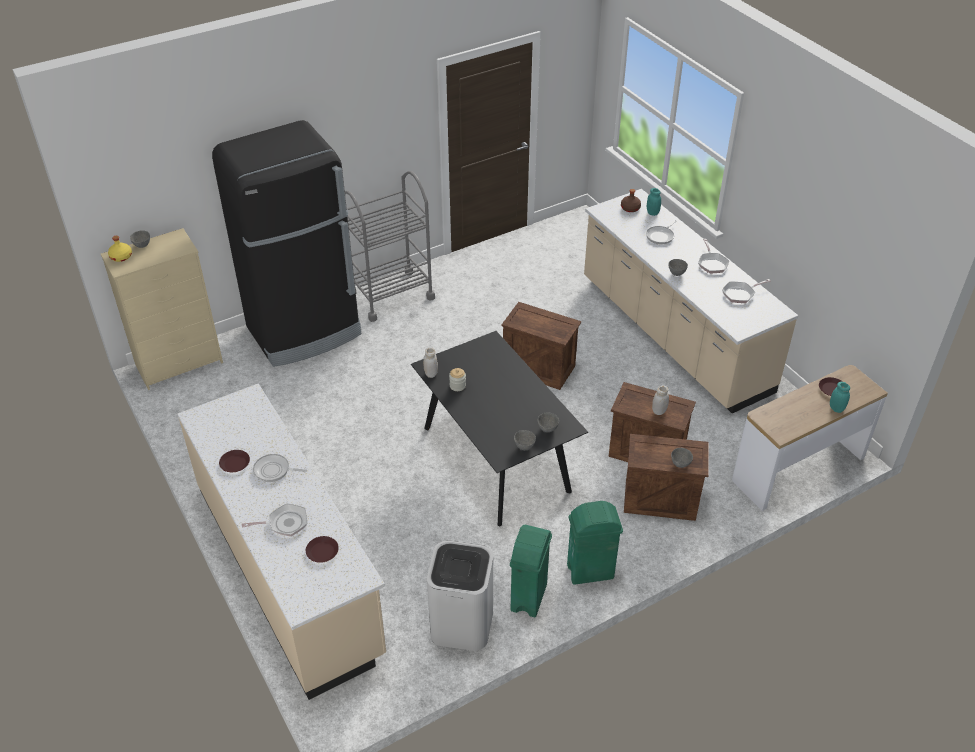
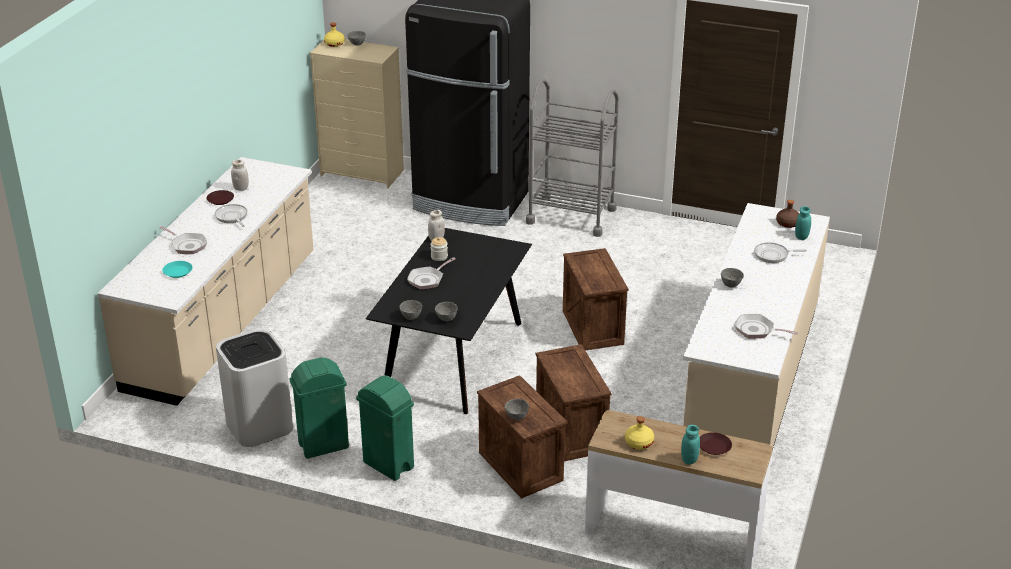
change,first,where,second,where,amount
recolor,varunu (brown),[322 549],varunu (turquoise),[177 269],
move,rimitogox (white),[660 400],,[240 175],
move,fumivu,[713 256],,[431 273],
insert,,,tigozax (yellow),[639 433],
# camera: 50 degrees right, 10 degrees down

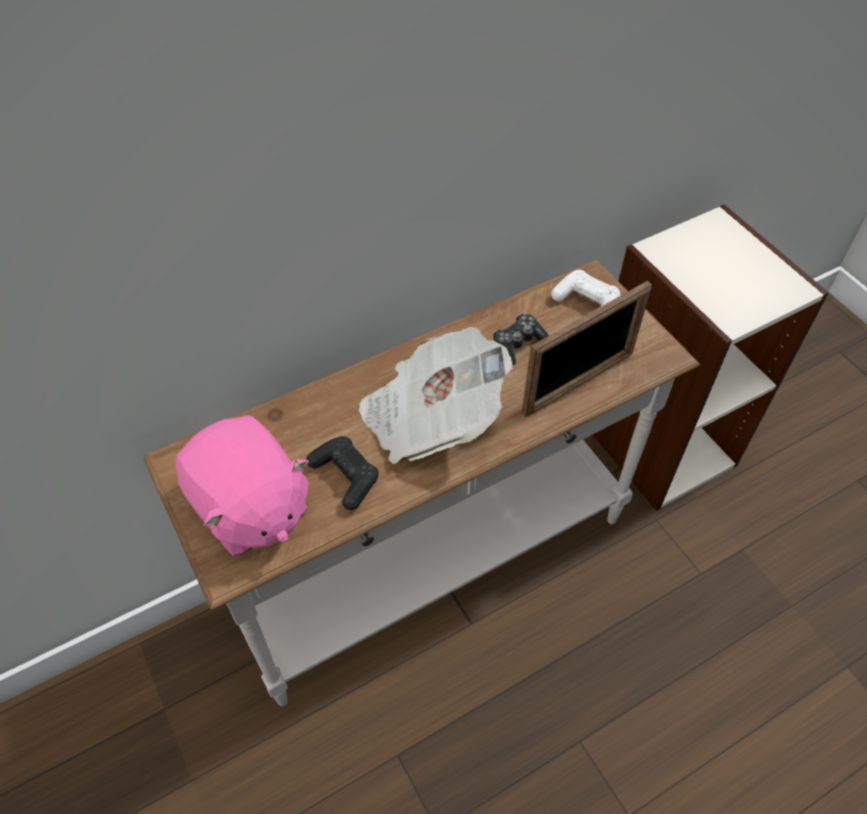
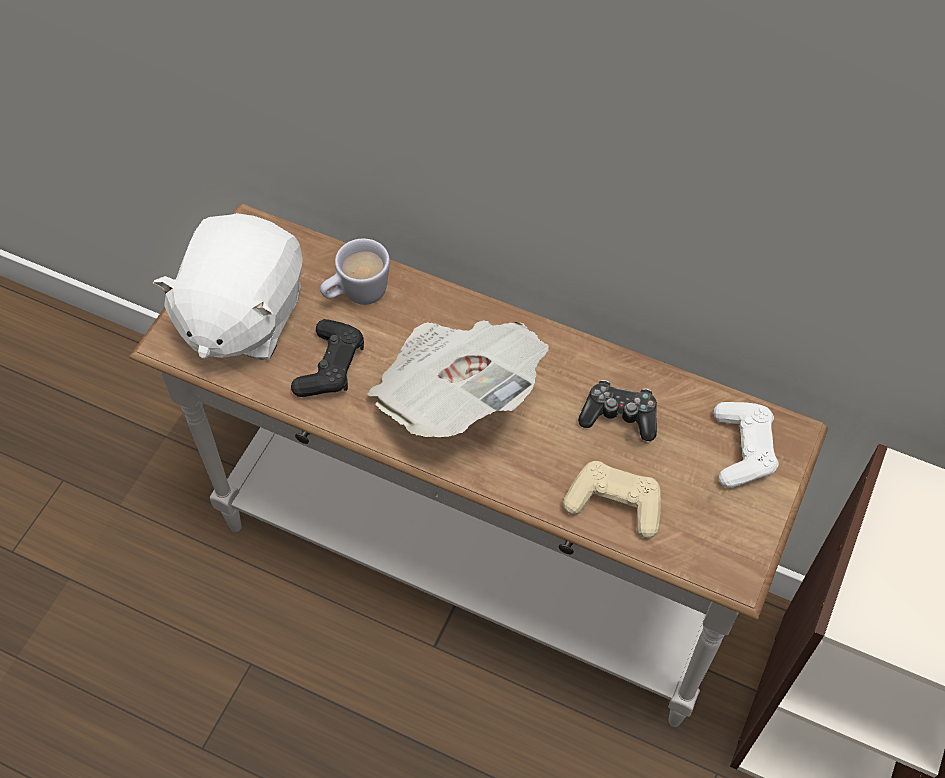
change,first,where,second,where,amount
recolor,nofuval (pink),[242 486],nofuval (white),[228 286],
replace,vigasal,[587 349],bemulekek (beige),[612 499],
insert,,,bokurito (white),[355 271],
# camera: 55 degrees right, 5 degrees up

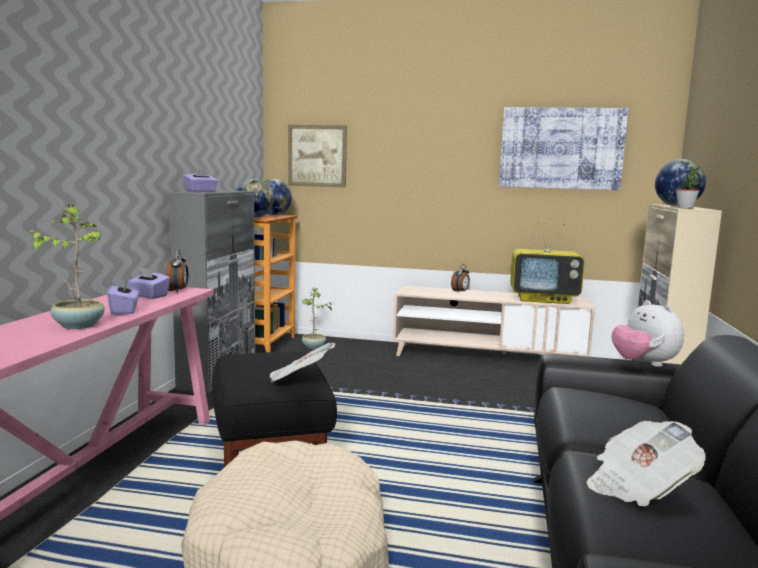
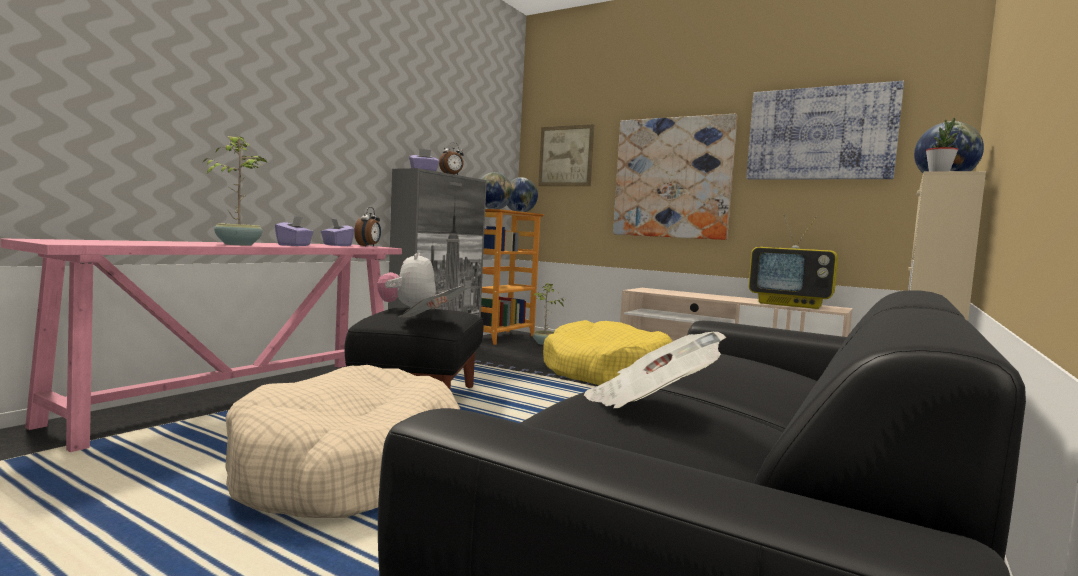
change,first,where,second,where,amount
move,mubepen,[460 278],,[451 158],
move,nofuval,[648 333],,[406 280],
insert,,,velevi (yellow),[608 352],
insert,,,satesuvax,[675 177],
# camera: 20 degrees right, 5 degrees down

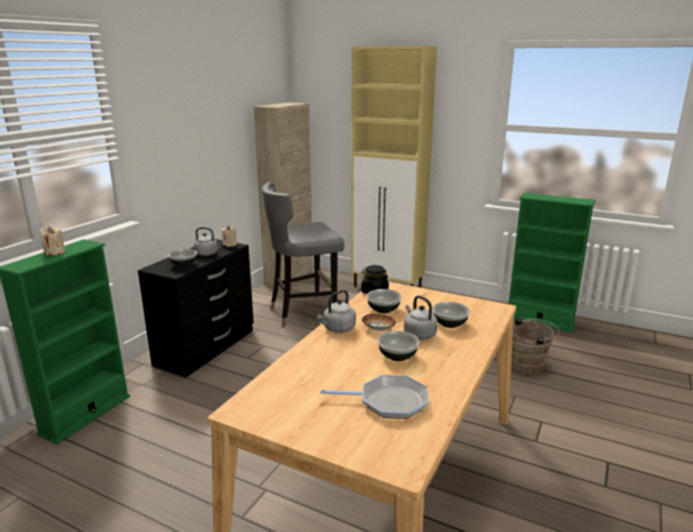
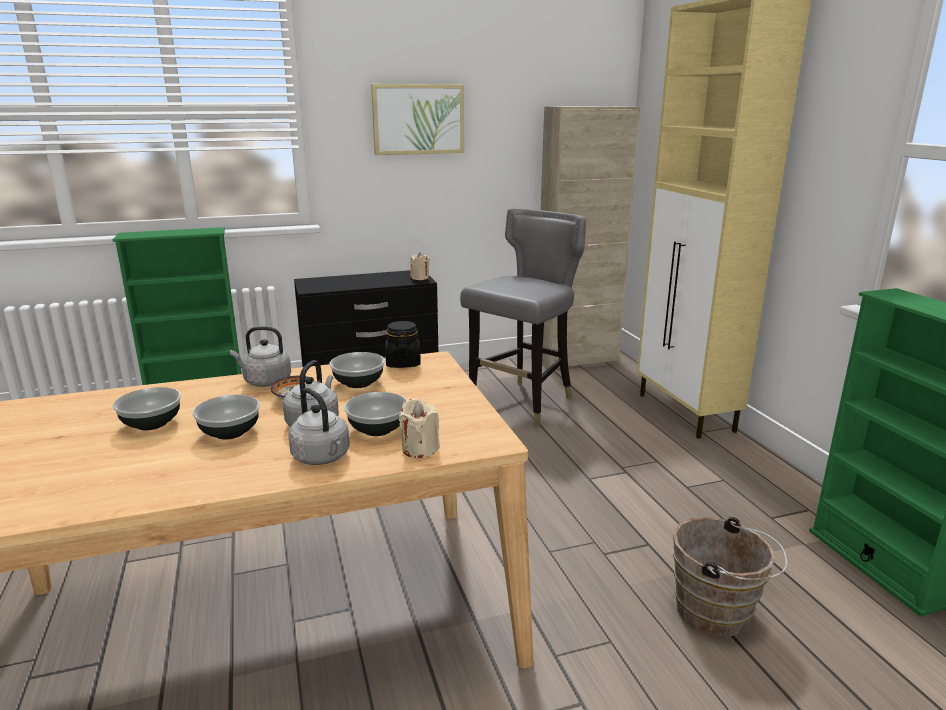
change,first,where,second,where,amount
move,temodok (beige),[52 241],,[419 428],
move,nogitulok,[182 258],,[147 408],
move,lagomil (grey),[208 241],,[319 426],
rotate,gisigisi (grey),[303 255],,[523 317],105 degrees clockwise
delete,fumivu,[374 397],,,
insert,,,satesuvax,[417 119],
# camera: 45 degrees right, 0 degrees up

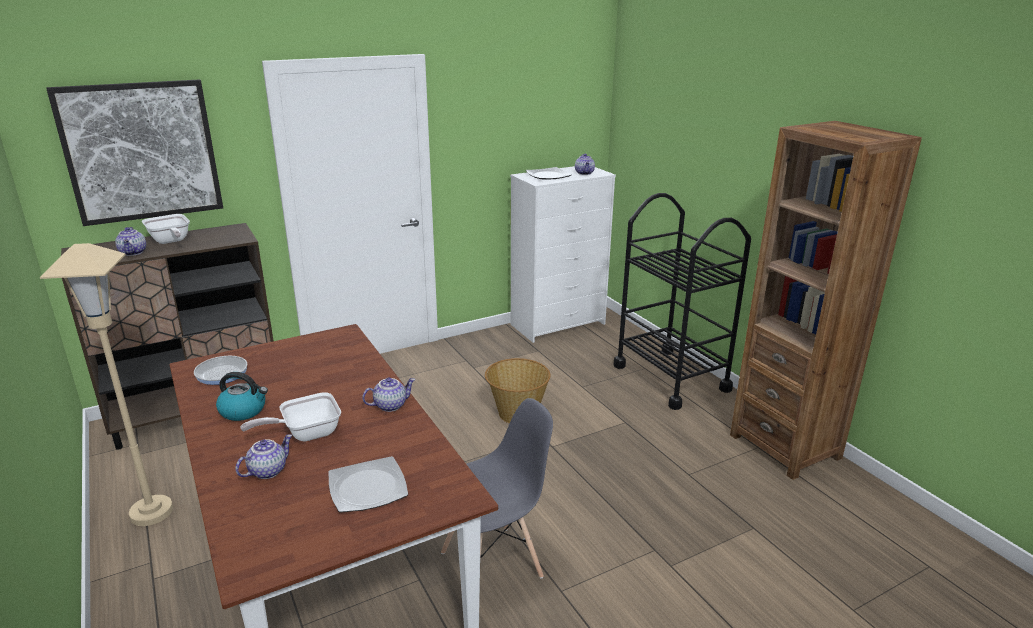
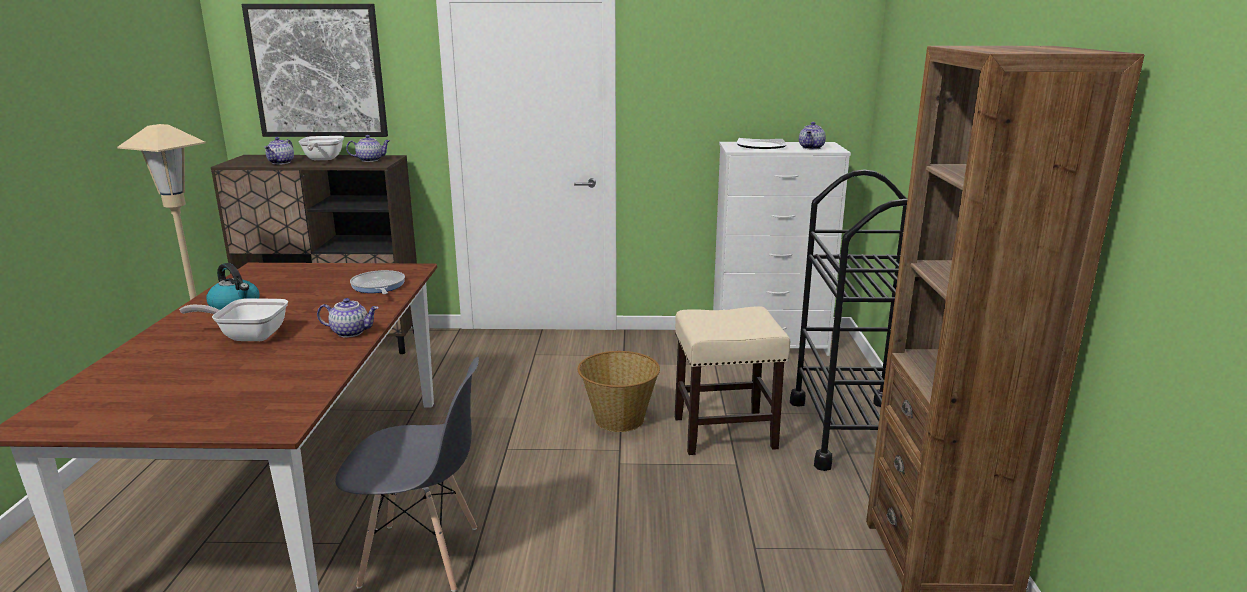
change,first,where,second,where,amount
move,fumivu,[220 370],,[377 282],
move,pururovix,[264 456],,[368 148],
delete,varunu,[368 484],,,
insert,,,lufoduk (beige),[732 380],
# camera: 30 degrees right, 5 degrees down

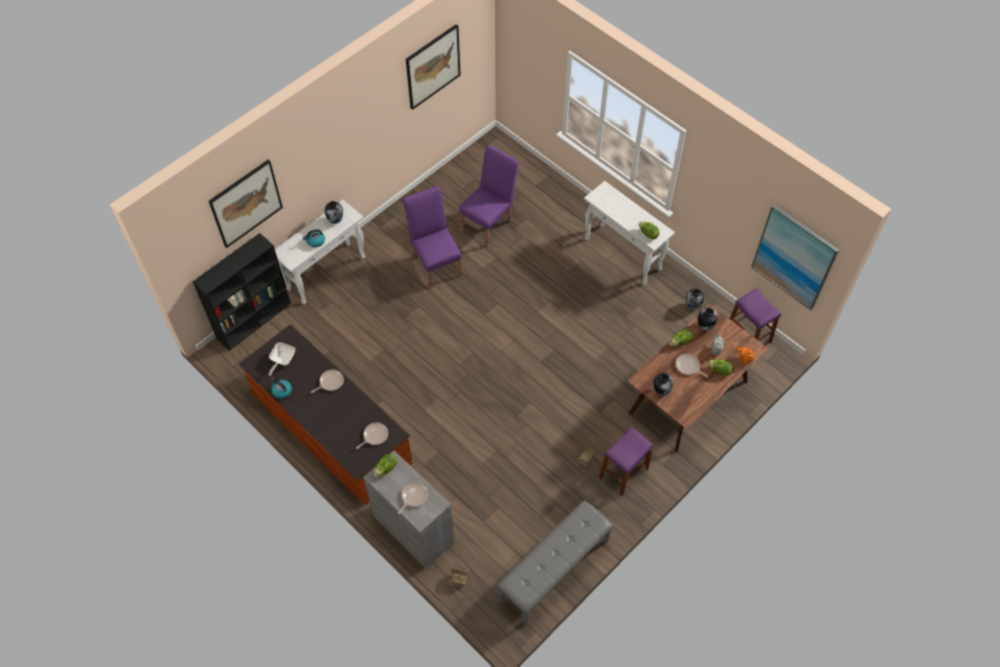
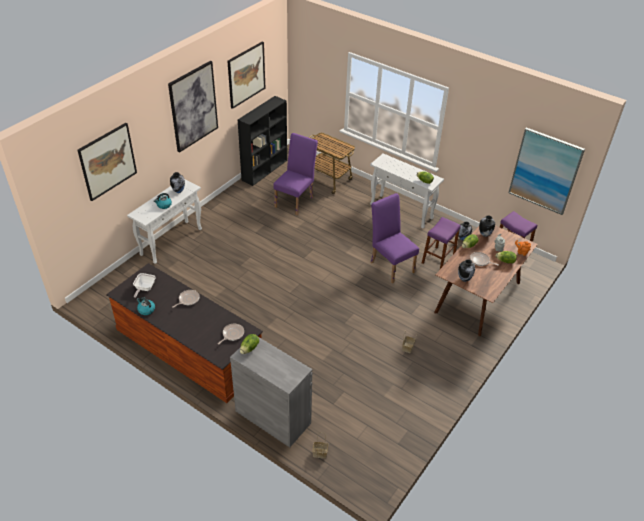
change,first,where,second,where,amount
move,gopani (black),[242 292],,[262 141],
delete,fumivu,[413 498],,,
move,gisigisi (purple),[432 237],,[395 238],
delete,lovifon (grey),[555 563],,,
move,lufoduk (purple),[626 461],,[441 243],
insert,,,satesuvax,[193 107],
insert,,,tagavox,[332 163],
# camera: 10 degrees left, 15 degrees down

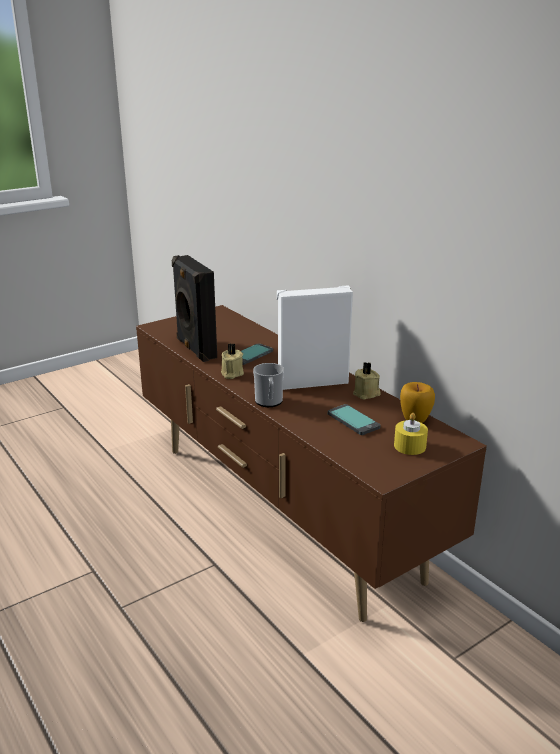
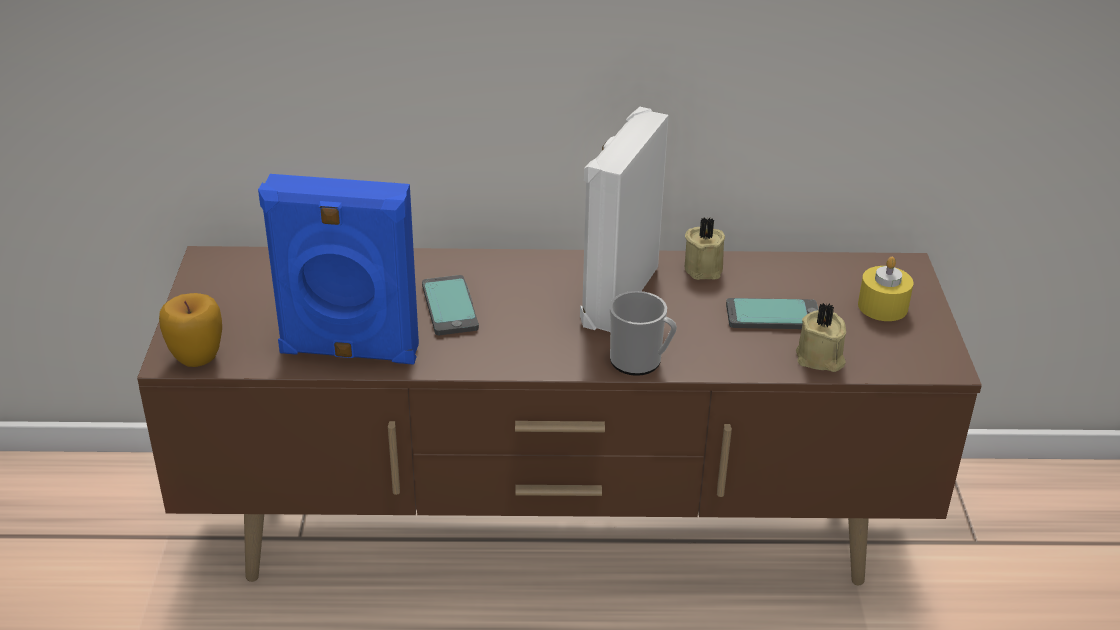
change,first,where,second,where,amount
recolor,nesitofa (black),[194 308],nesitofa (blue),[338 269],
move,temodok (beige),[232 361],,[821 337],
move,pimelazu,[417 402],,[190 330],
# camera: 55 degrees left, 10 degrees up

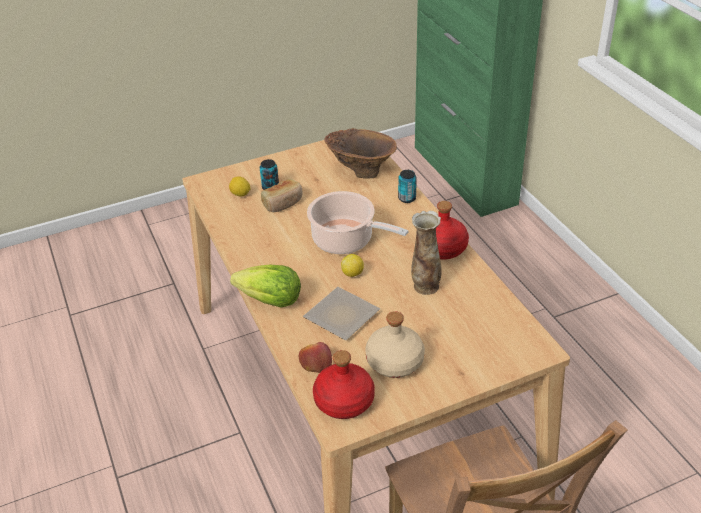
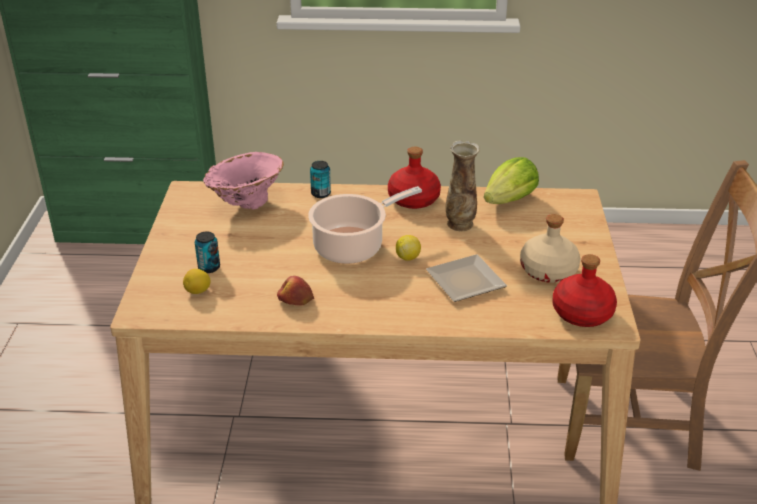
change,first,where,second,where,amount
move,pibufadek,[265 286],,[511 180],
delete,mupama,[282 195],,,
move,pimelazu,[315 357],,[295 291],
recolor,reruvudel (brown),[360 153],reruvudel (pink),[243 180],
# camera: 65 degrees left, 5 degrees down

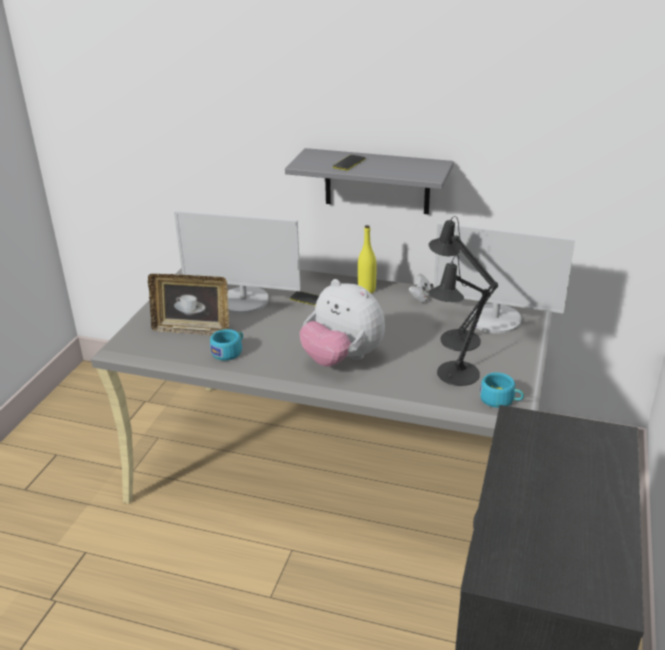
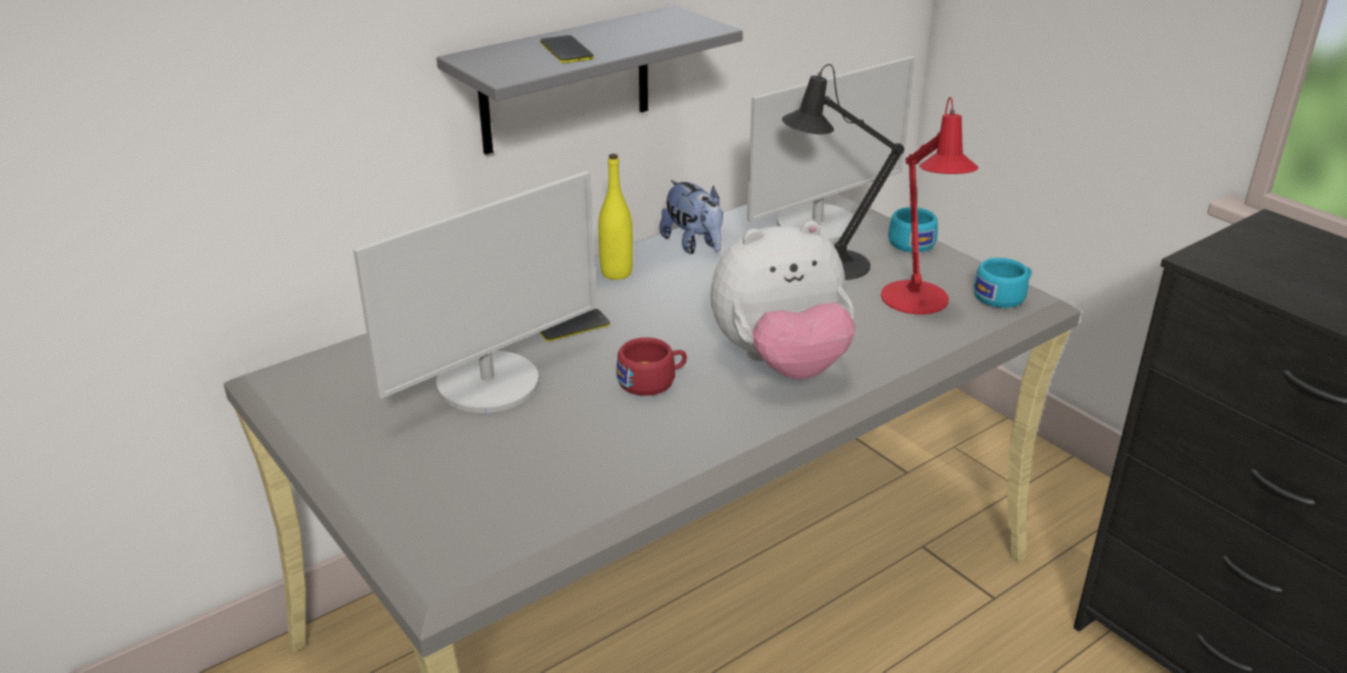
change,first,where,second,where,amount
delete,vigasal,[188 305],,,
move,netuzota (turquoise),[226 344],,[913 229],
replace,bemulekek (white),[421 288],nofuval,[691 217],
recolor,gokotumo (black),[459 320],gokotumo (red),[929 205],
insert,,,netuzota (red),[651 366],
# camera: 55 degrees left, 0 degrees up

